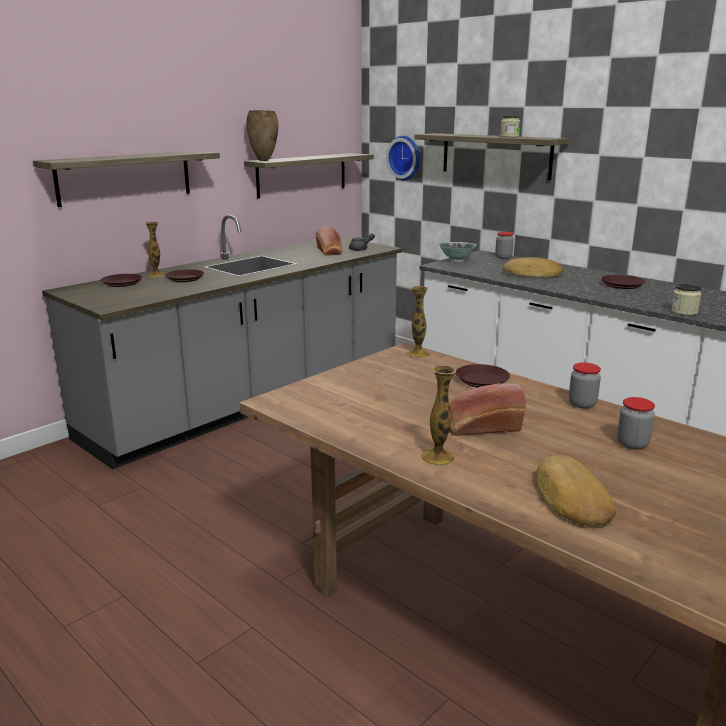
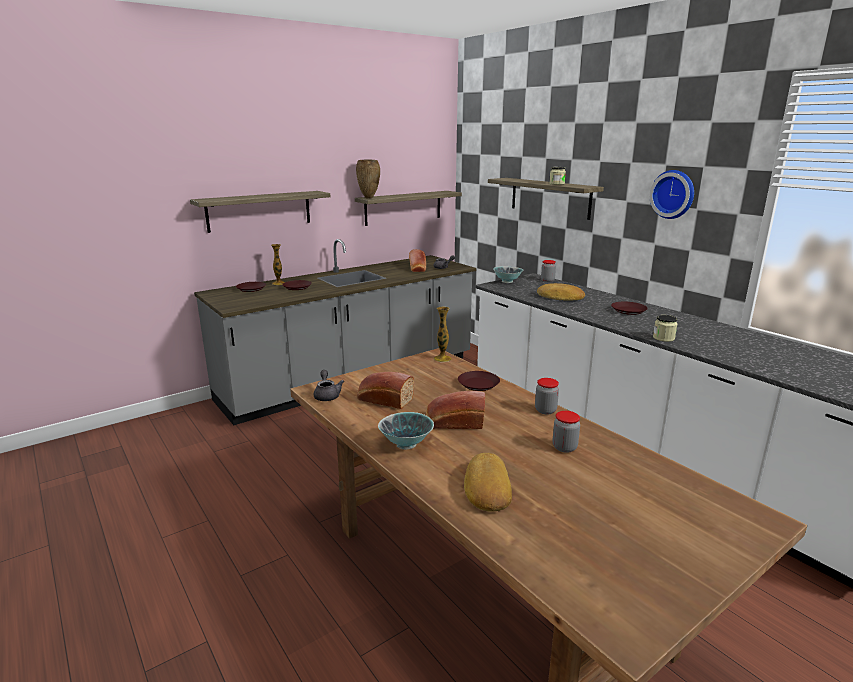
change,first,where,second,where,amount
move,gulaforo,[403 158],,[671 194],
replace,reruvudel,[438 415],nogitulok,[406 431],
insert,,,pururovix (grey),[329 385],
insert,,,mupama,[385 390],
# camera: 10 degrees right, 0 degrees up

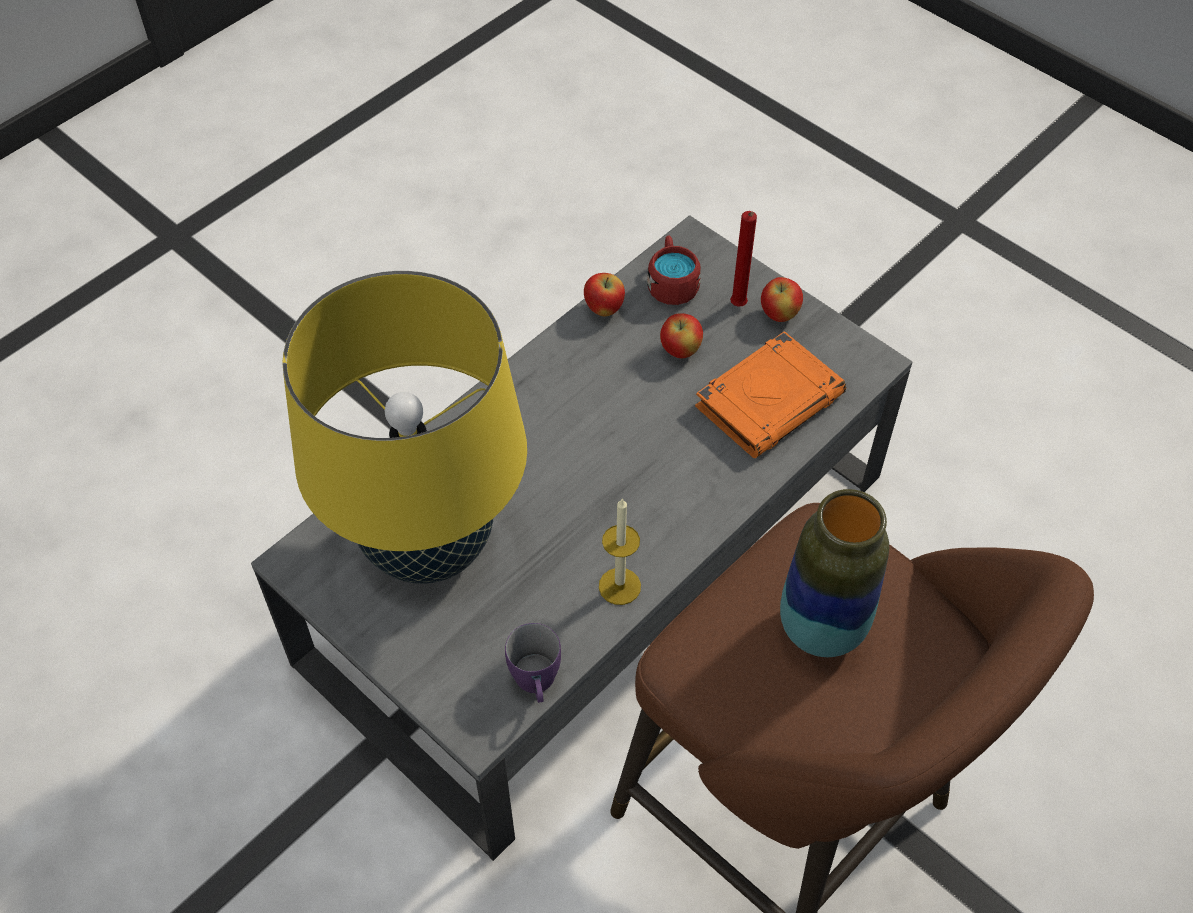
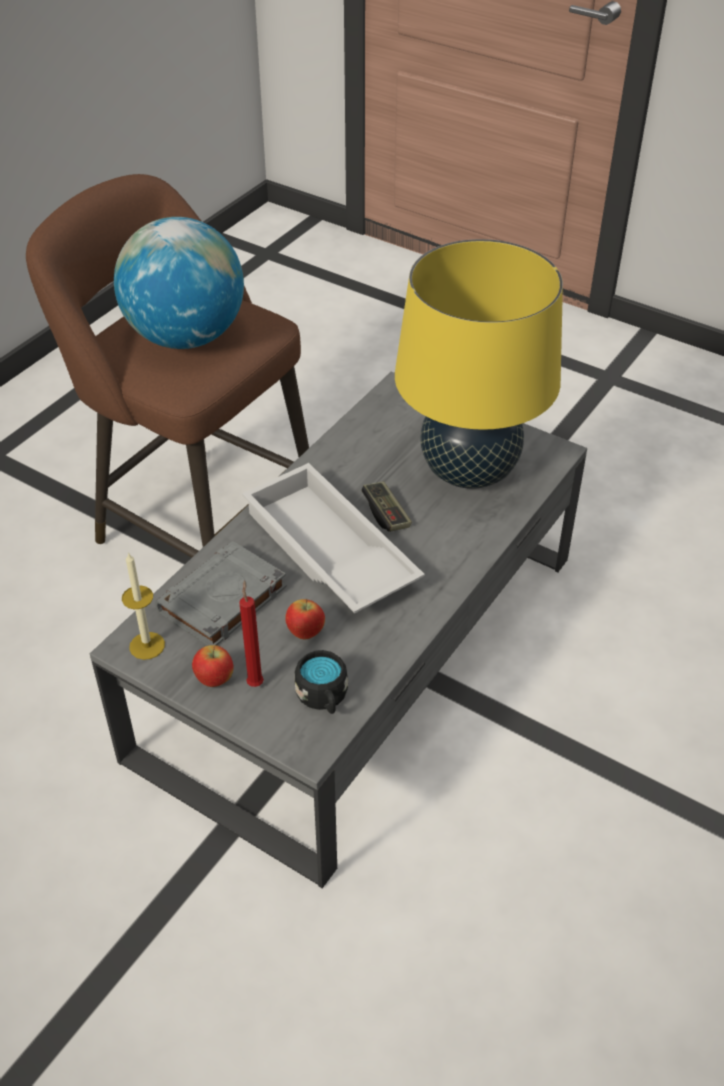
change,first,where,second,where,amount
delete,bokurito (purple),[533 663],,,
delete,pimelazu,[604 294],,,
move,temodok,[620 552],,[143 606],
recolor,bokurito (red),[674 270],bokurito (black),[321 682],
recolor,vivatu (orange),[770 394],vivatu (grey),[221 593],
replace,reruvudel,[834 573],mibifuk,[179 283],
insert,,,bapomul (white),[333 538],
insert,,,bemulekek,[386 506],
# camera: 170 degrees right, 10 degrees down

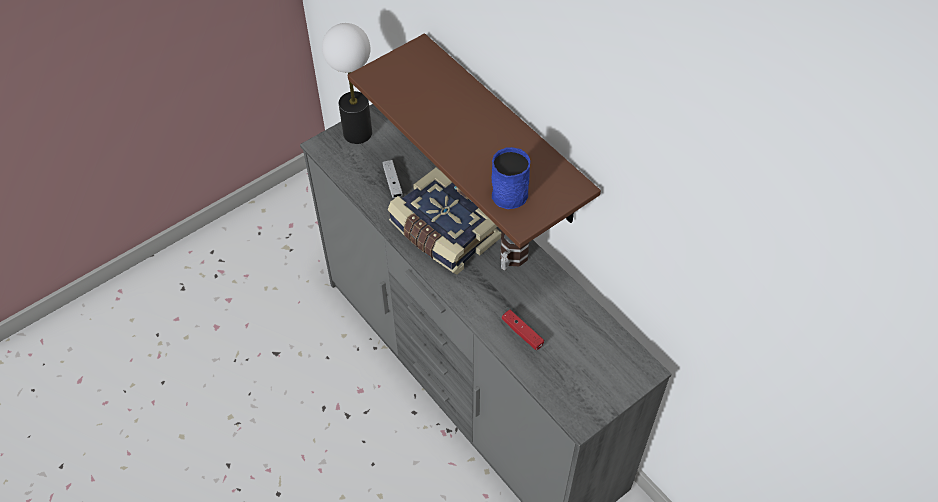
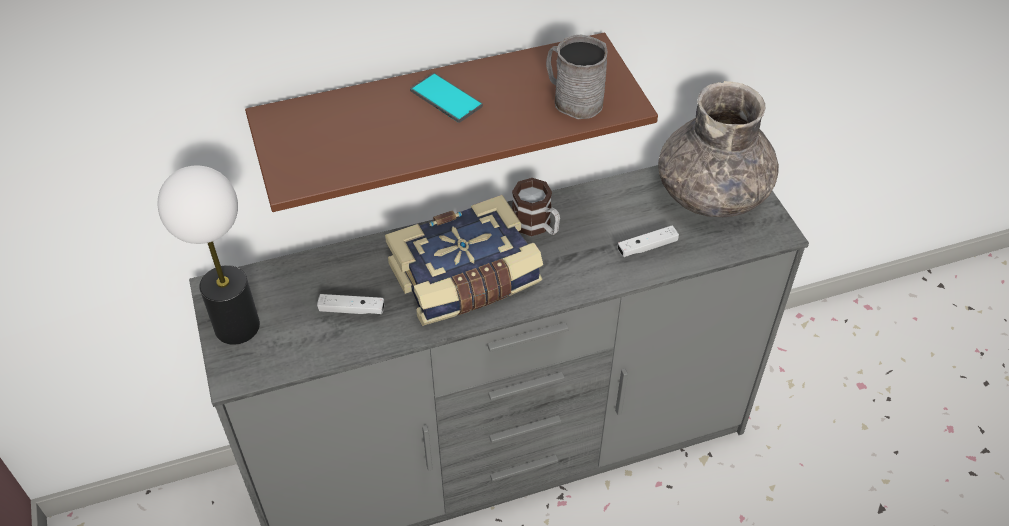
change,first,where,second,where,amount
recolor,bokurito (blue),[510 178],bokurito (grey),[577 77],
recolor,bemulekek (red),[523 330],bemulekek (white),[648 241],
insert,,,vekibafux,[446 98],
insert,,,reruvudel (grey),[718 149],
# camera: 70 degrees left, 5 degrees down

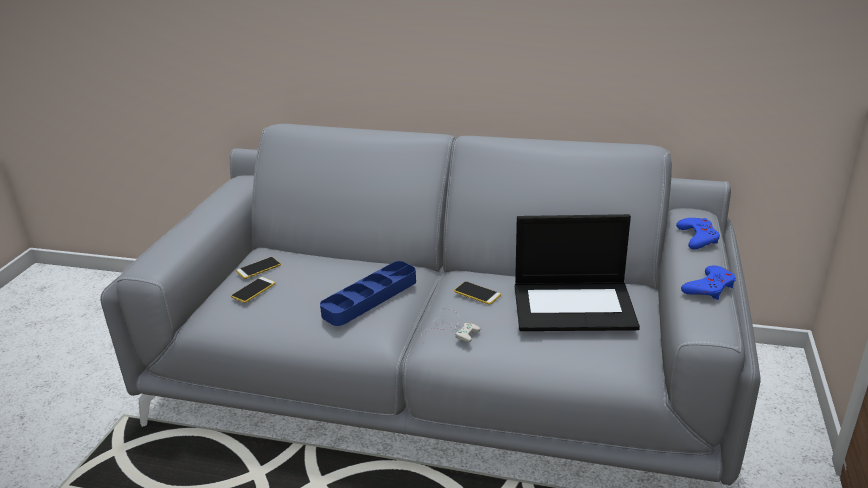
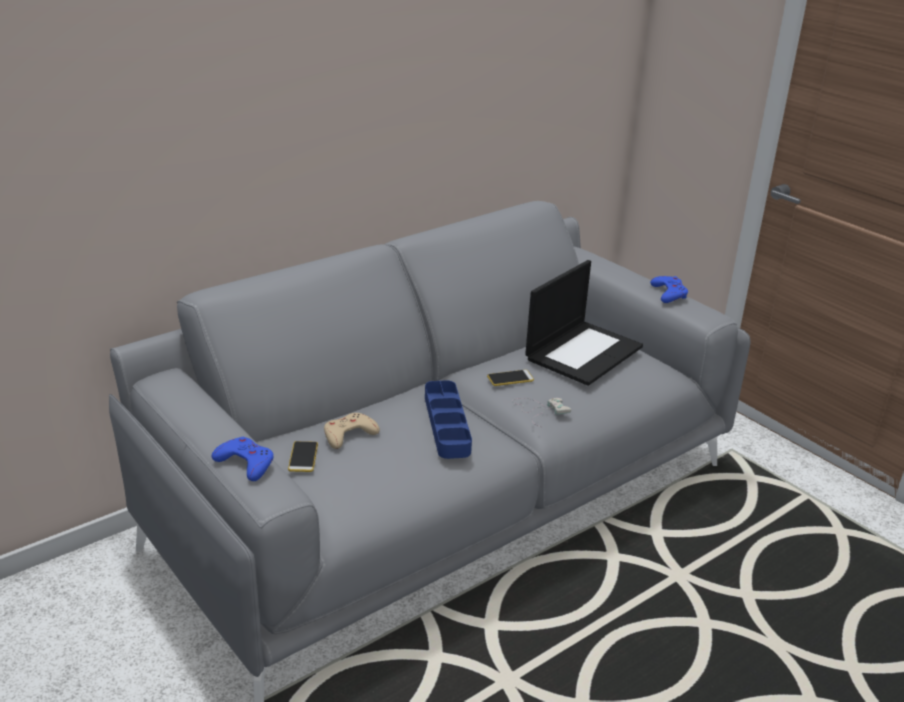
change,first,where,second,where,amount
delete,vekibafux,[253 290],,,
move,bemulekek (blue),[698 233],,[243 459],
insert,,,bemulekek (beige),[352 431],
# camera: 55 degrees left, 0 degrees up

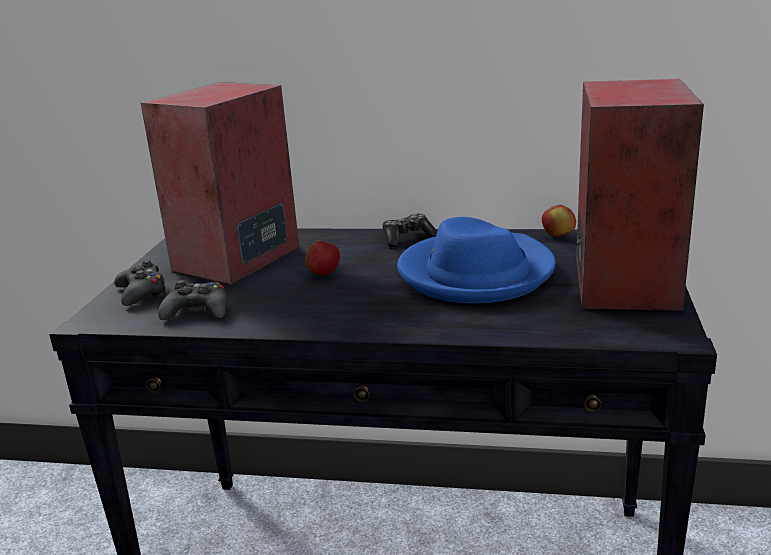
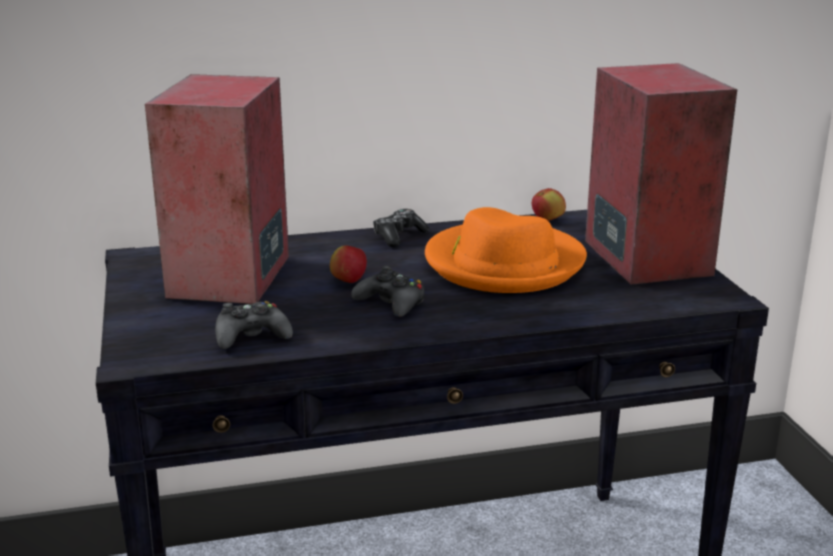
change,first,where,second,where,amount
move,bemulekek (black),[141 283],,[387 291],
recolor,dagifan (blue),[476 260],dagifan (orange),[506 250],
# camera: 25 degrees left, 0 degrees up

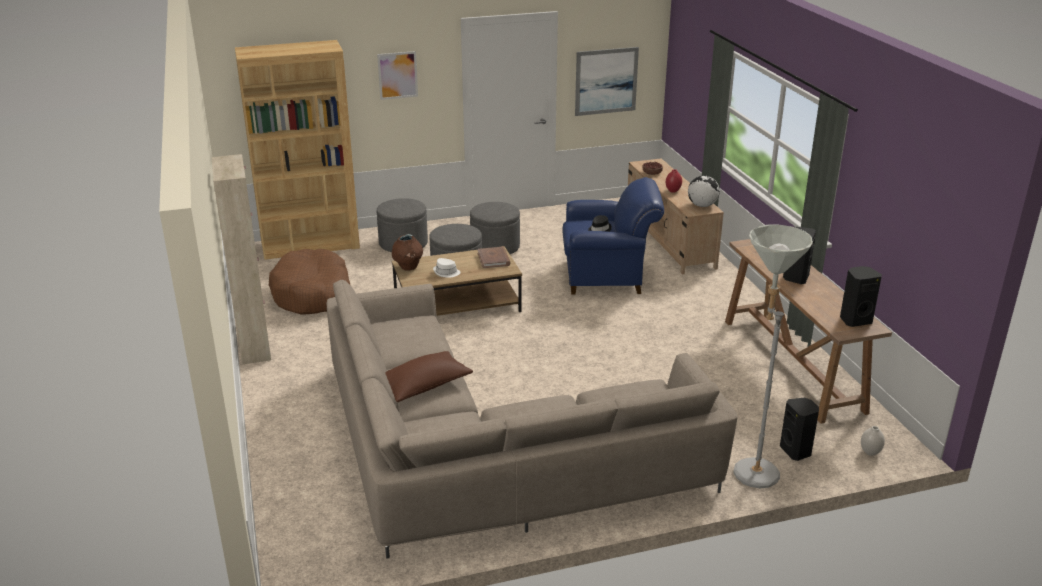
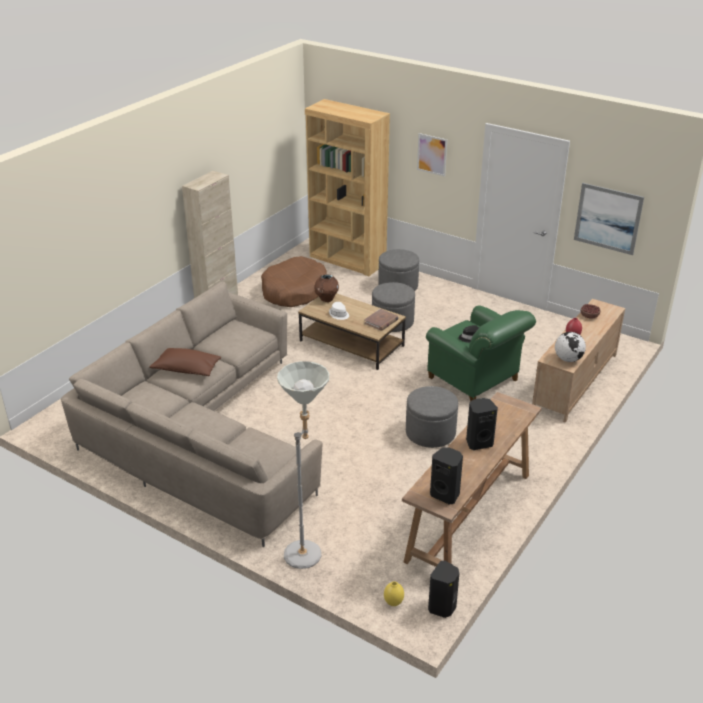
change,first,where,second,where,amount
move,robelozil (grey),[495 228],,[432 417],
recolor,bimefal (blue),[613 236],bimefal (green),[481 354],
move,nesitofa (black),[799 429],,[443 589],
recolor,reruvudel (white),[873 441],reruvudel (yellow),[394 593],
# camera: 50 degrees right, 5 degrees up

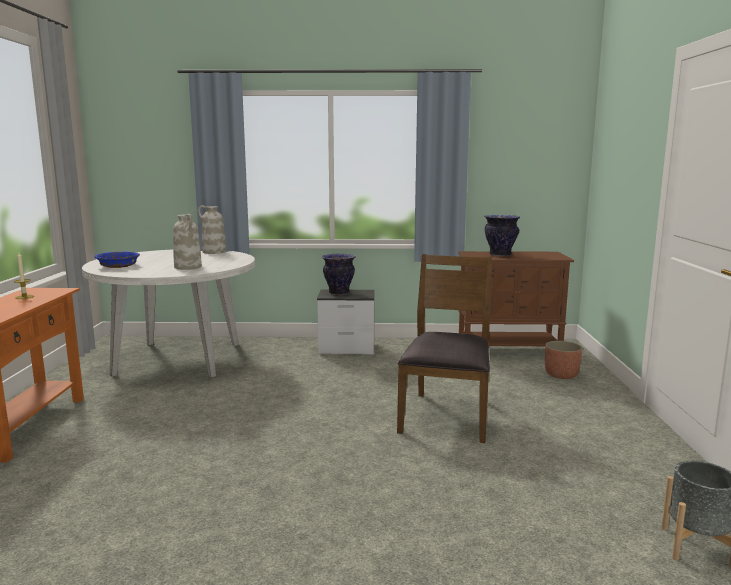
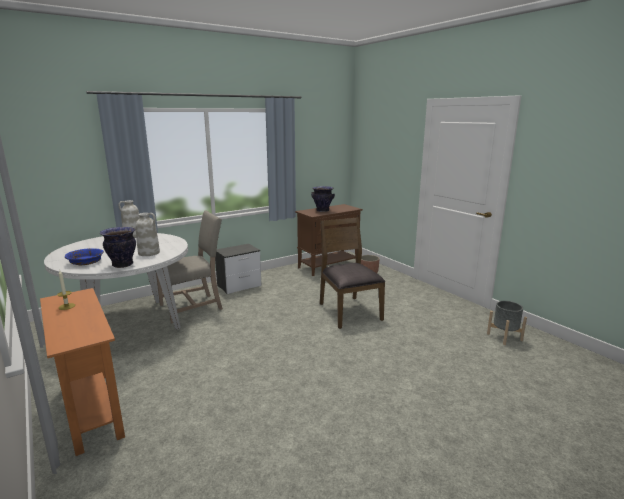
change,first,where,second,where,amount
move,reruvudel,[339 274],,[118 247],
insert,,,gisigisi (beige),[189 267],
# camera: 35 degrees left, 5 degrees up

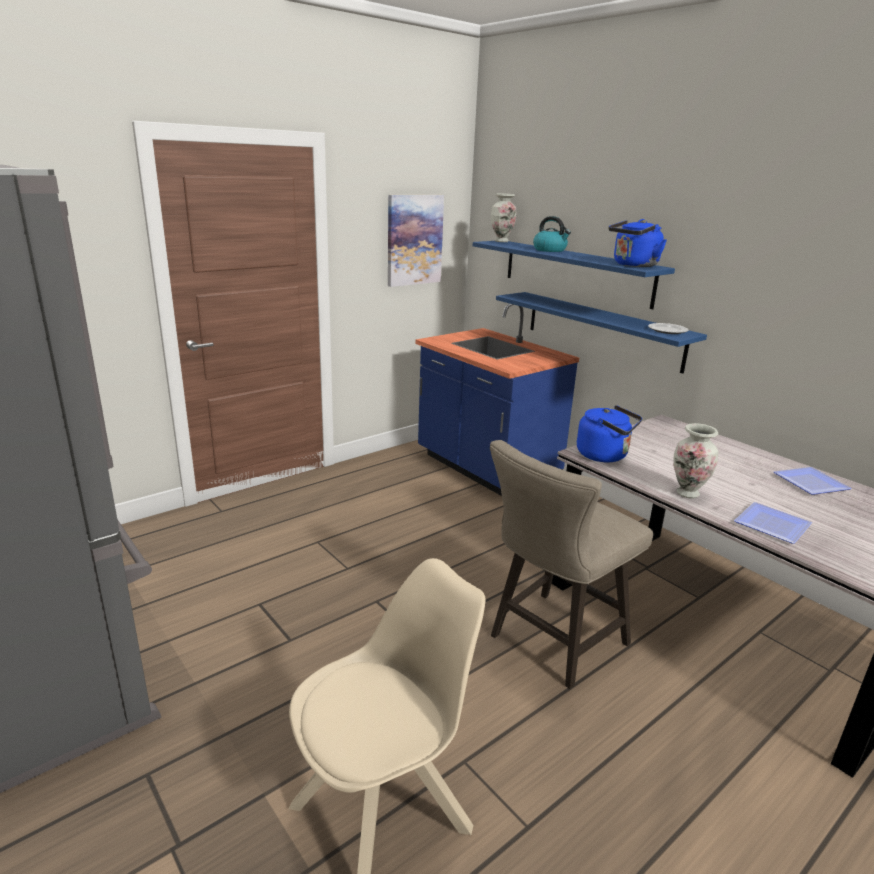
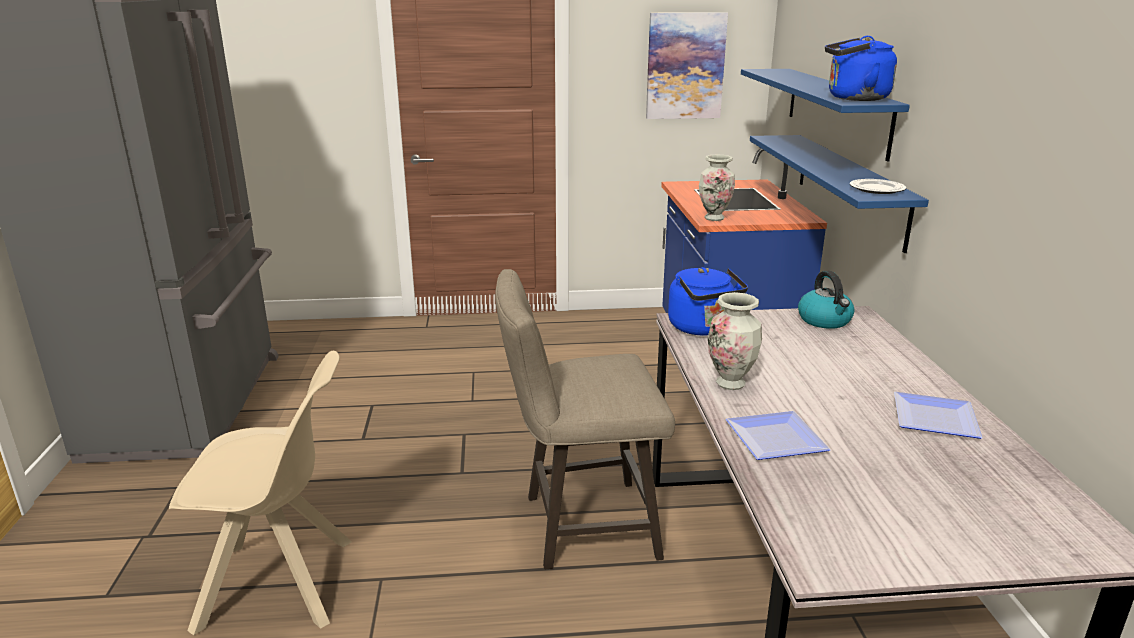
change,first,where,second,where,amount
move,reruvudel,[504 217],,[717 187],
move,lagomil,[552 234],,[826 300],
# camera: 35 degrees right, 0 degrees up

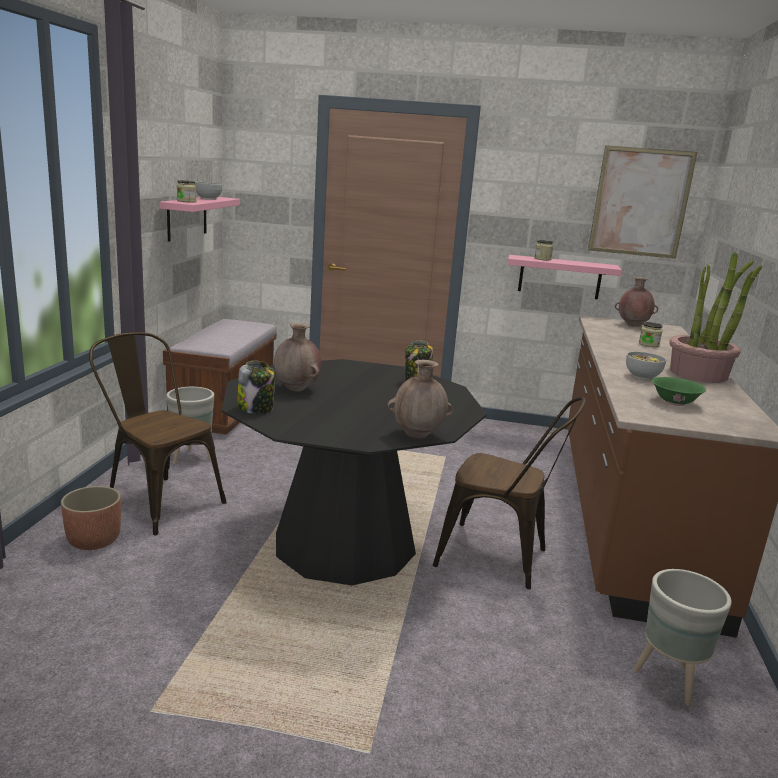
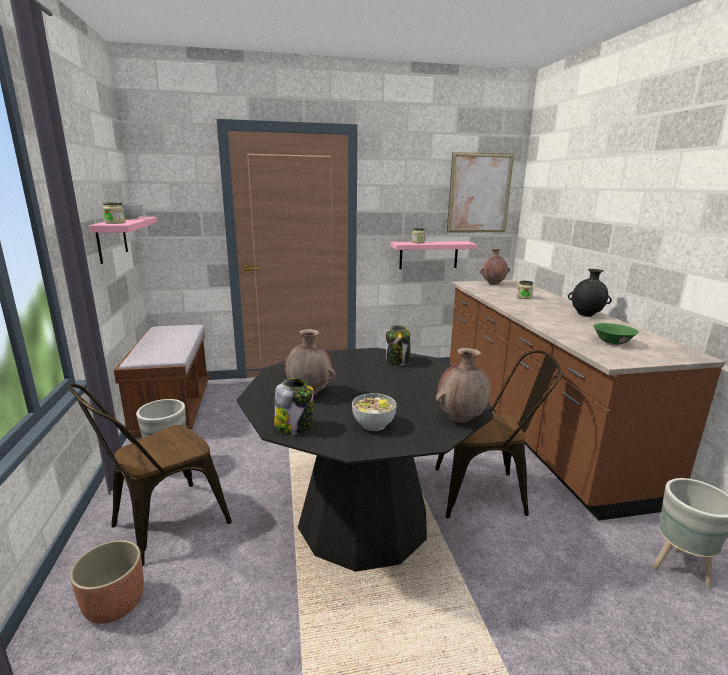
change,first,where,second,where,amount
rotate,gisigisi (brown),[158 433],,[150 475],60 degrees counterclockwise
move,nogitulok,[646 366],,[374 412],
replace,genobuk,[715 317],reruvudel (black),[590 293],
# camera: 20 degrees left, 0 degrees up

